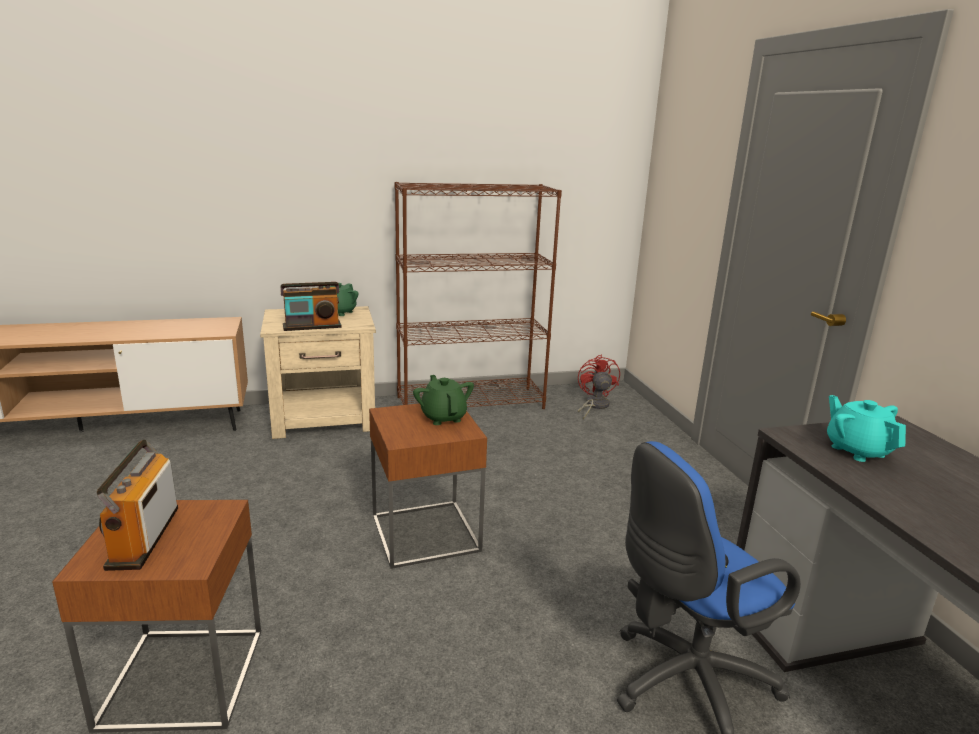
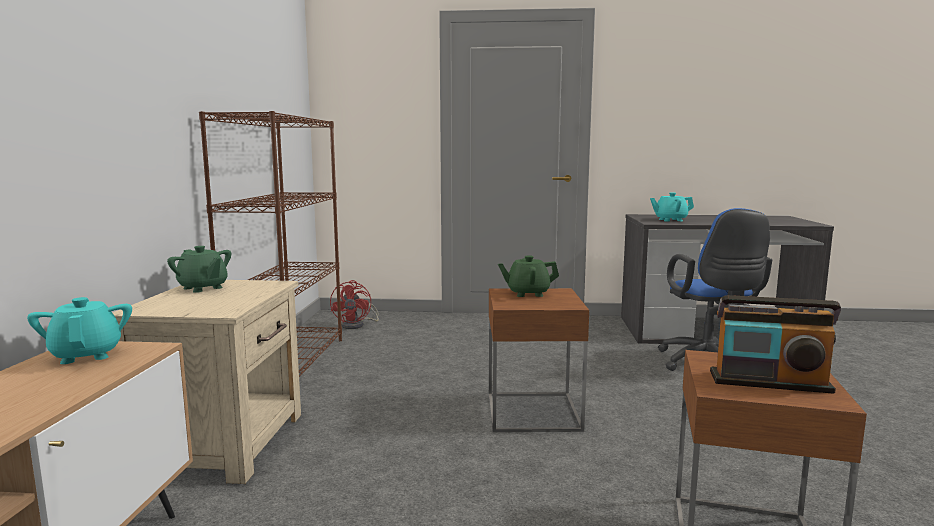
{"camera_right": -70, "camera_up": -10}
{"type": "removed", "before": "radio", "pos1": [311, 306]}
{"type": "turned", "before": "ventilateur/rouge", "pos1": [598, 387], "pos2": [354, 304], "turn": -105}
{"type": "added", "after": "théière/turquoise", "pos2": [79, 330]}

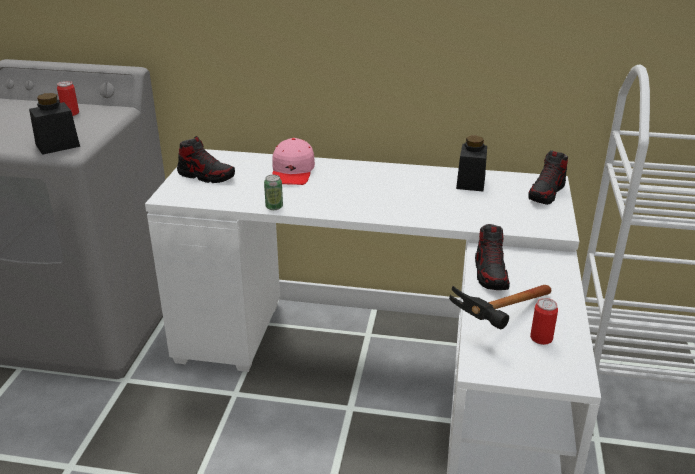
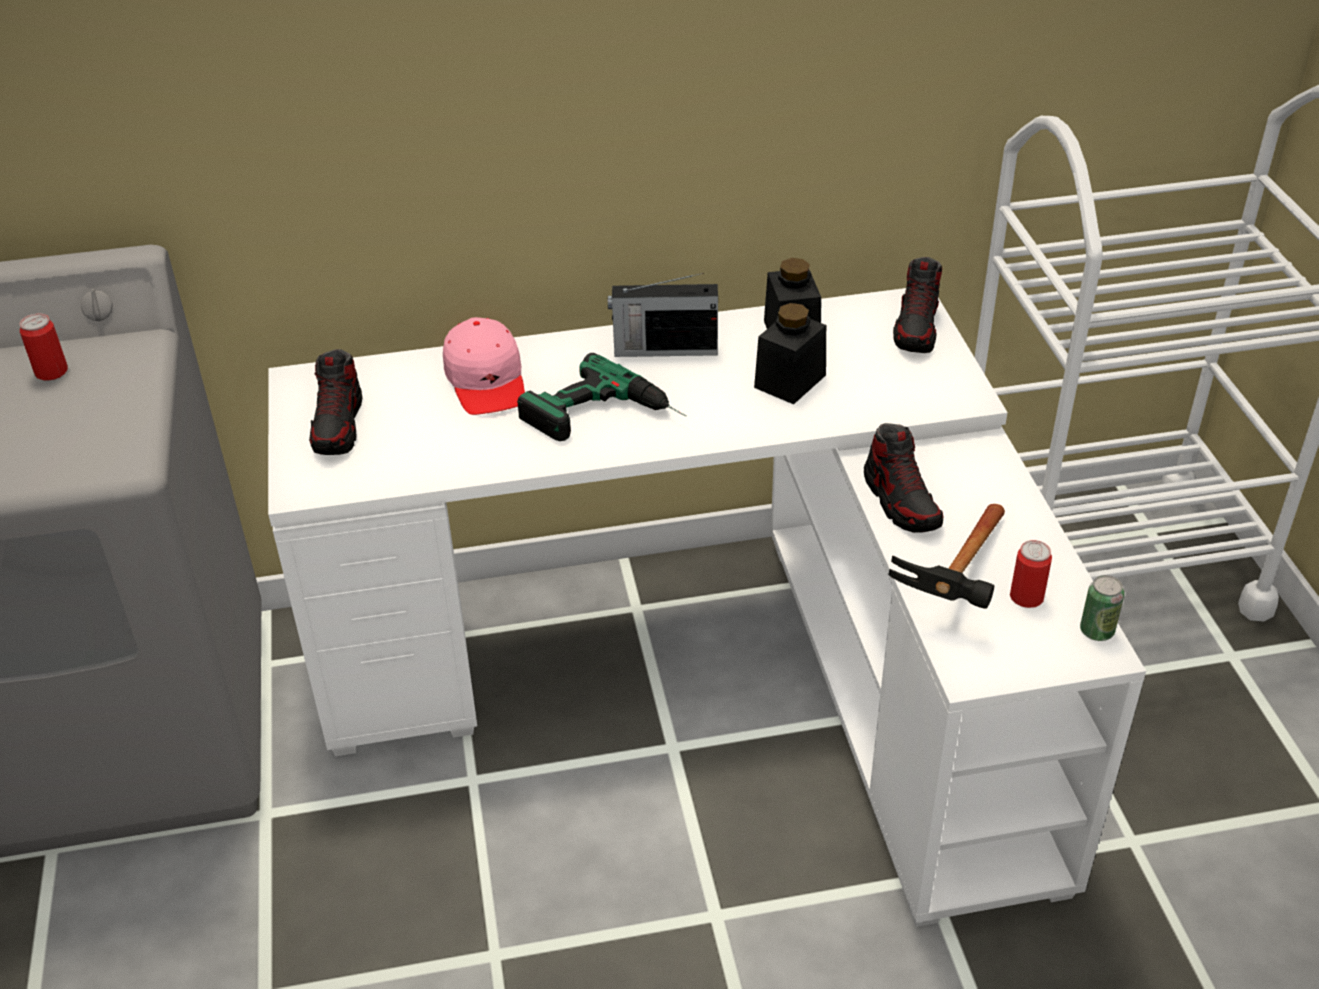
{"camera_right": -20, "camera_up": 10}
{"type": "moved", "before": "bocal/noir", "pos1": [54, 124], "pos2": [790, 353]}
{"type": "turned", "before": "chaussure", "pos1": [206, 159], "pos2": [335, 402], "turn": 90}
{"type": "moved", "before": "boîte métallique", "pos1": [273, 192], "pos2": [1102, 608]}
{"type": "added", "after": "radio", "pos2": [663, 315]}
{"type": "added", "after": "perceuse", "pos2": [601, 397]}

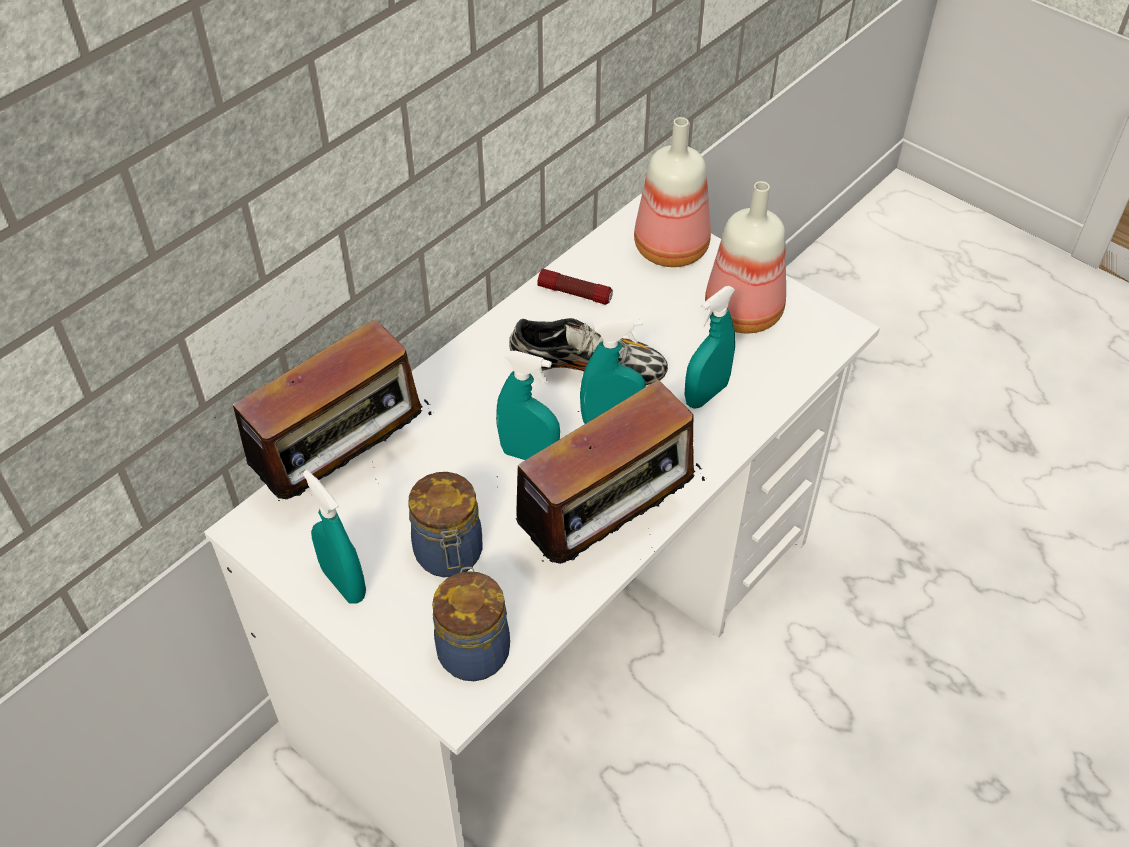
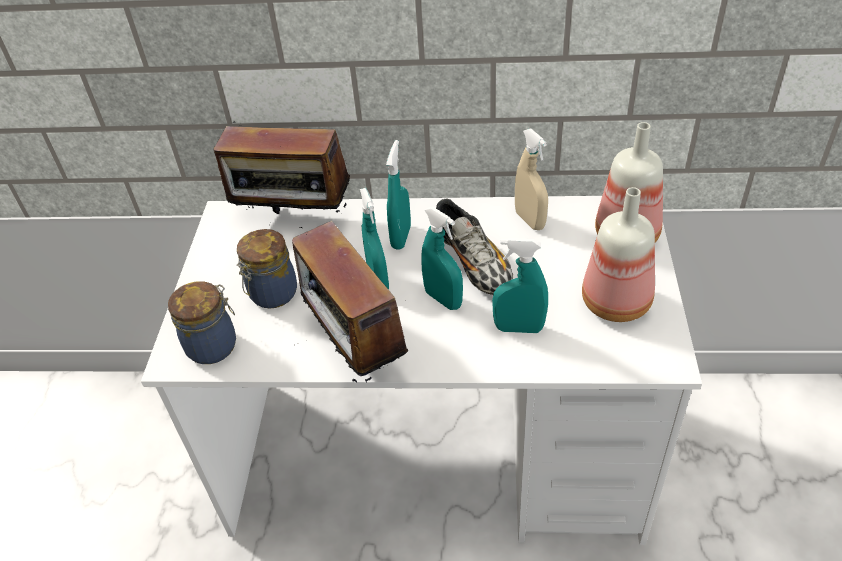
{"camera_right": 55, "camera_up": -5}
{"type": "replaced", "before": "lampe de poche", "after": "vaporisateur/beige", "pos1": [575, 287], "pos2": [531, 179]}
{"type": "turned", "before": "radio", "pos1": [601, 472], "pos2": [350, 303], "turn": 45}
{"type": "moved", "before": "vaporisateur/turquoise", "pos1": [334, 536], "pos2": [398, 195]}

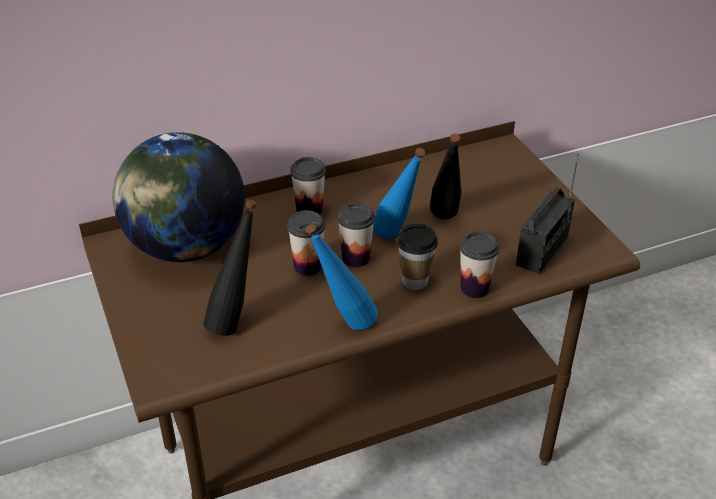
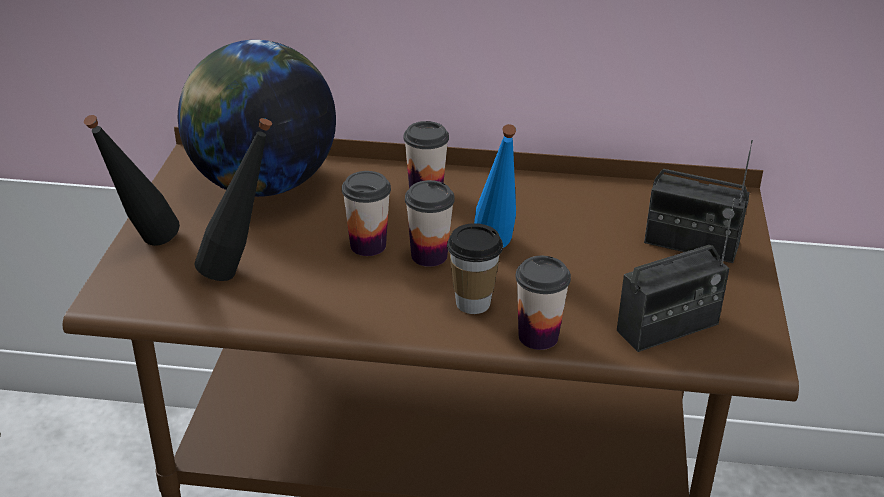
{"camera_right": 30, "camera_up": -5}
{"type": "moved", "before": "bouteille/noir", "pos1": [446, 176], "pos2": [132, 180]}
{"type": "removed", "before": "bouteille/bleu", "pos1": [341, 277]}
{"type": "added", "after": "radio", "pos2": [698, 201]}

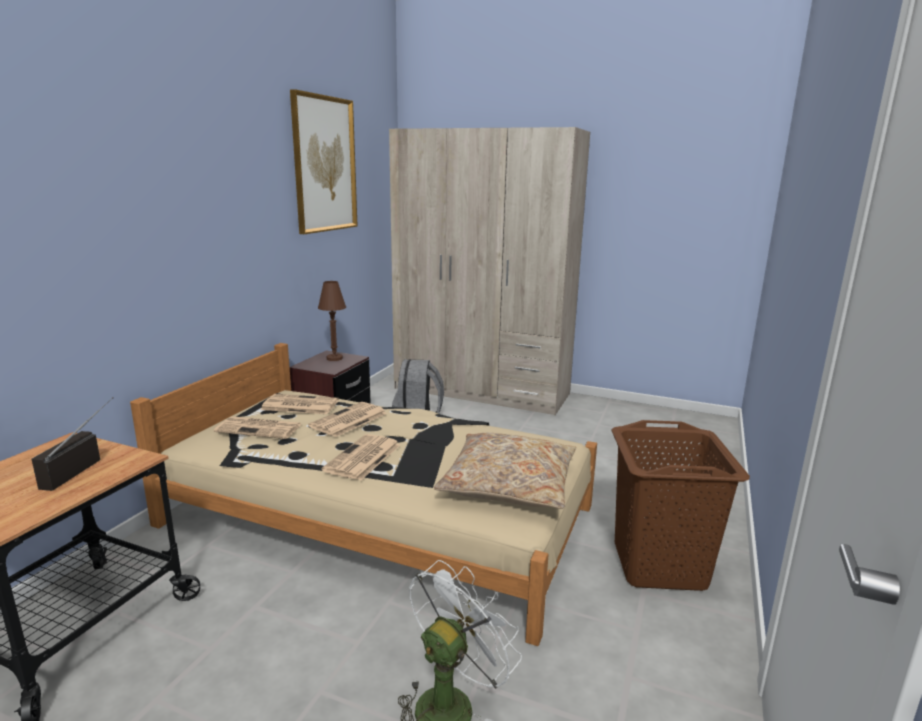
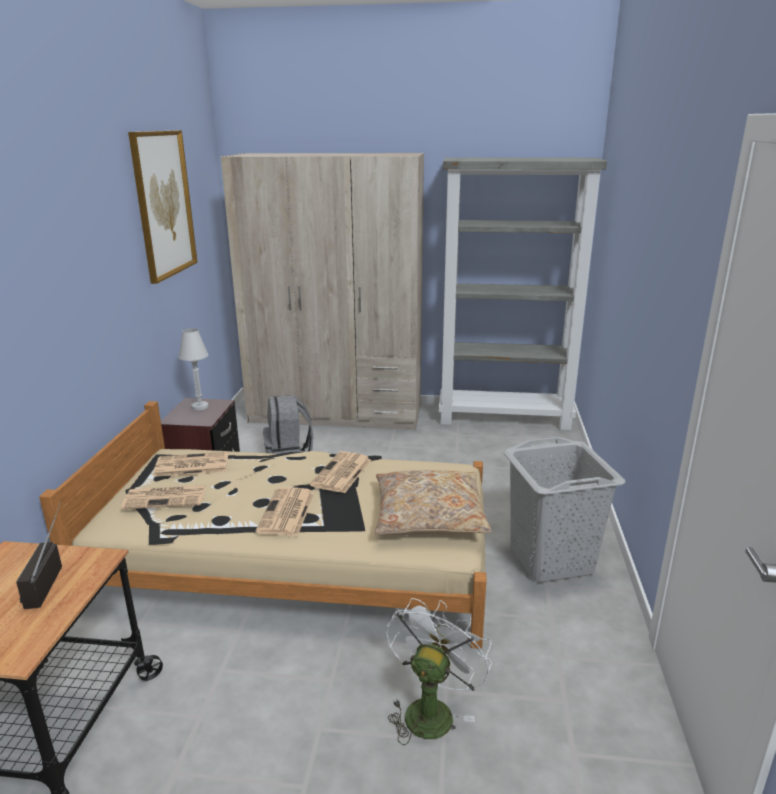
{"camera_right": -15, "camera_up": 5}
{"type": "recoloured", "before": "lampe de table/marron", "after": "lampe de table/blanc", "pos1": [332, 321], "pos2": [193, 369]}
{"type": "moved", "before": "journal", "pos1": [347, 419], "pos2": [340, 472]}
{"type": "recoloured", "before": "panier à linge/marron", "after": "panier à linge/gris", "pos1": [680, 505], "pos2": [564, 510]}
{"type": "added", "after": "bibliothèque/gris", "pos2": [523, 294]}

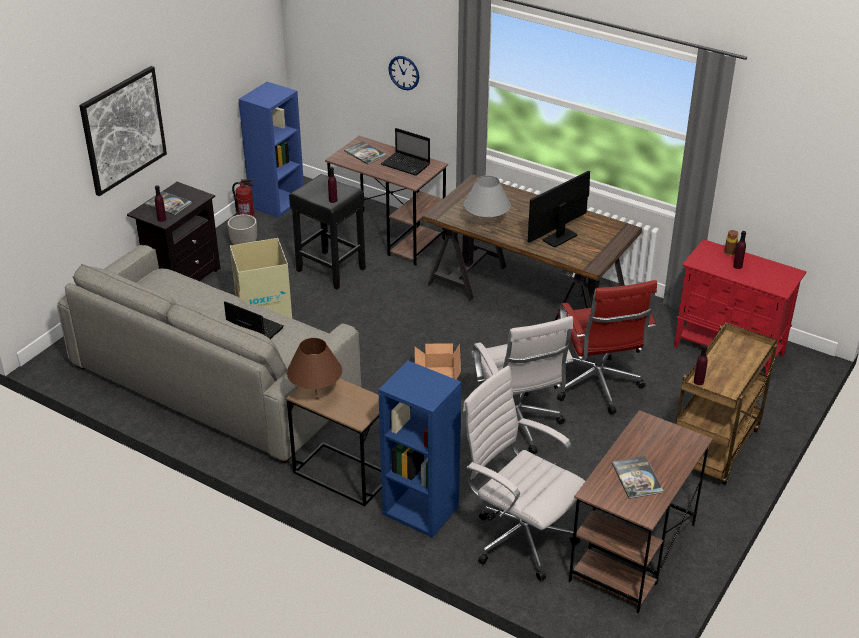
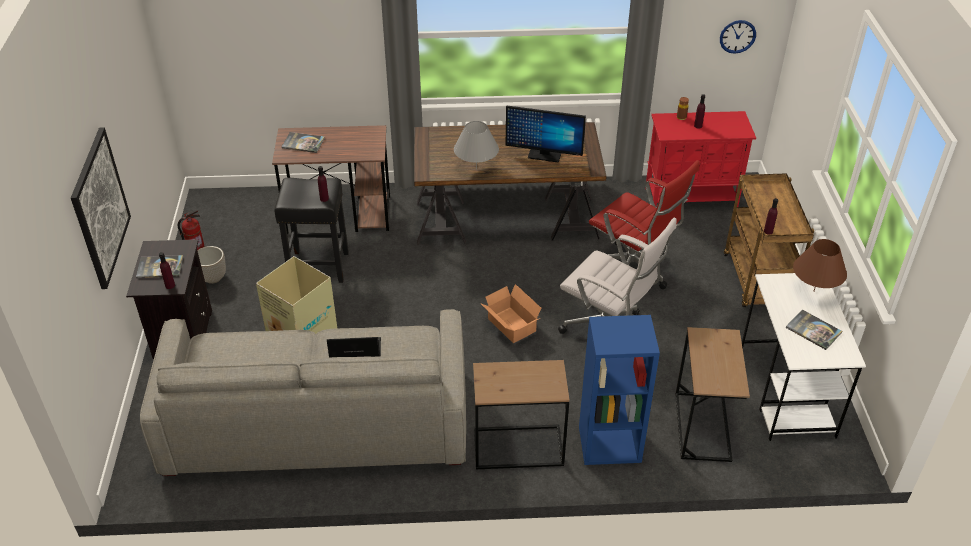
{"camera_right": -35, "camera_up": 5}
{"type": "moved", "before": "horloge murale", "pos1": [403, 73], "pos2": [738, 37]}
{"type": "removed", "before": "bibliothèque/bleu", "pos1": [271, 150]}
{"type": "removed", "before": "ordinateur portable", "pos1": [405, 152]}
{"type": "turned", "before": "écran d'ordinateur", "pos1": [559, 209], "pos2": [545, 134], "turn": -90}
{"type": "moved", "before": "lampe de table/marron", "pos1": [314, 366], "pos2": [820, 265]}
{"type": "replaced", "before": "chaise de bureau/blanc", "after": "table d'appoint/marron", "pos1": [524, 473], "pos2": [712, 394]}
{"type": "recoloured", "before": "bureau/marron", "after": "bureau/blanc", "pos1": [641, 511], "pos2": [804, 357]}

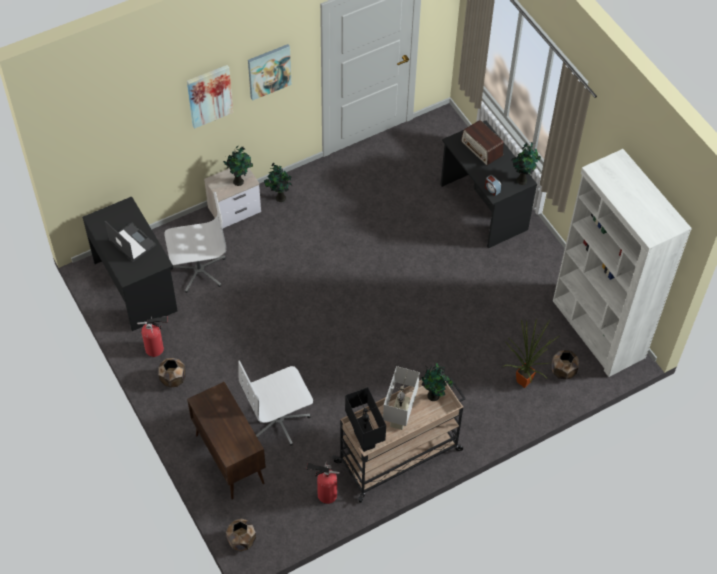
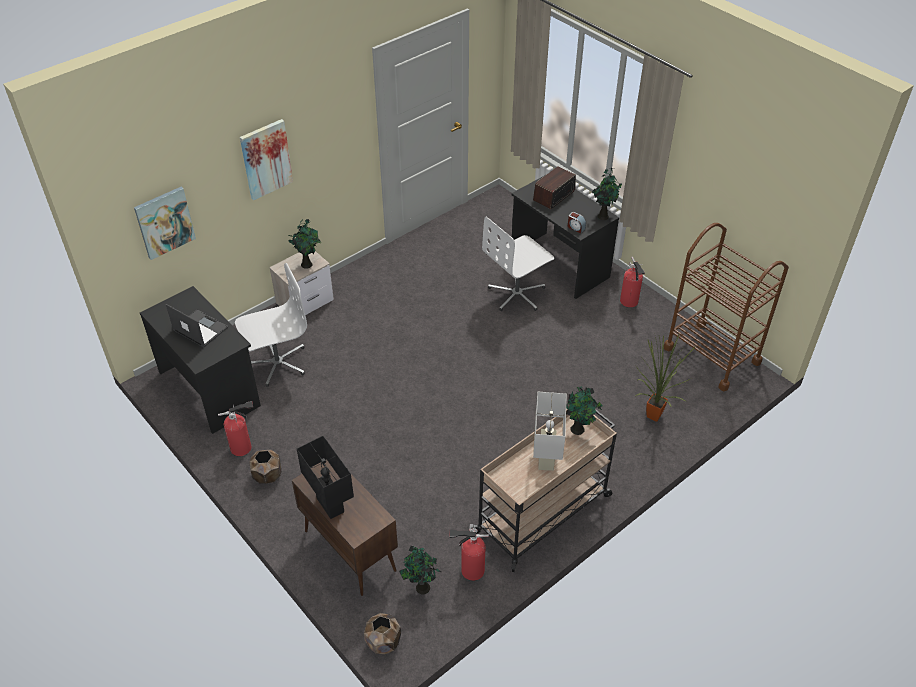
{"camera_right": -10, "camera_up": -10}
{"type": "moved", "before": "tableau", "pos1": [269, 72], "pos2": [165, 223]}
{"type": "turned", "before": "radio", "pos1": [482, 142], "pos2": [554, 187], "turn": 90}
{"type": "replaced", "before": "bibliothèque/blanc", "after": "chariot/marron", "pos1": [622, 263], "pos2": [726, 307]}
{"type": "moved", "before": "plante en pot", "pos1": [278, 182], "pos2": [420, 570]}
{"type": "removed", "before": "cache-pot/marron", "pos1": [565, 365]}
{"type": "moved", "before": "chaise de bureau/blanc", "pos1": [275, 403], "pos2": [518, 263]}
{"type": "moved", "before": "lampe de table/noir", "pos1": [365, 419], "pos2": [325, 477]}
{"type": "added", "after": "extincteur", "pos2": [632, 282]}

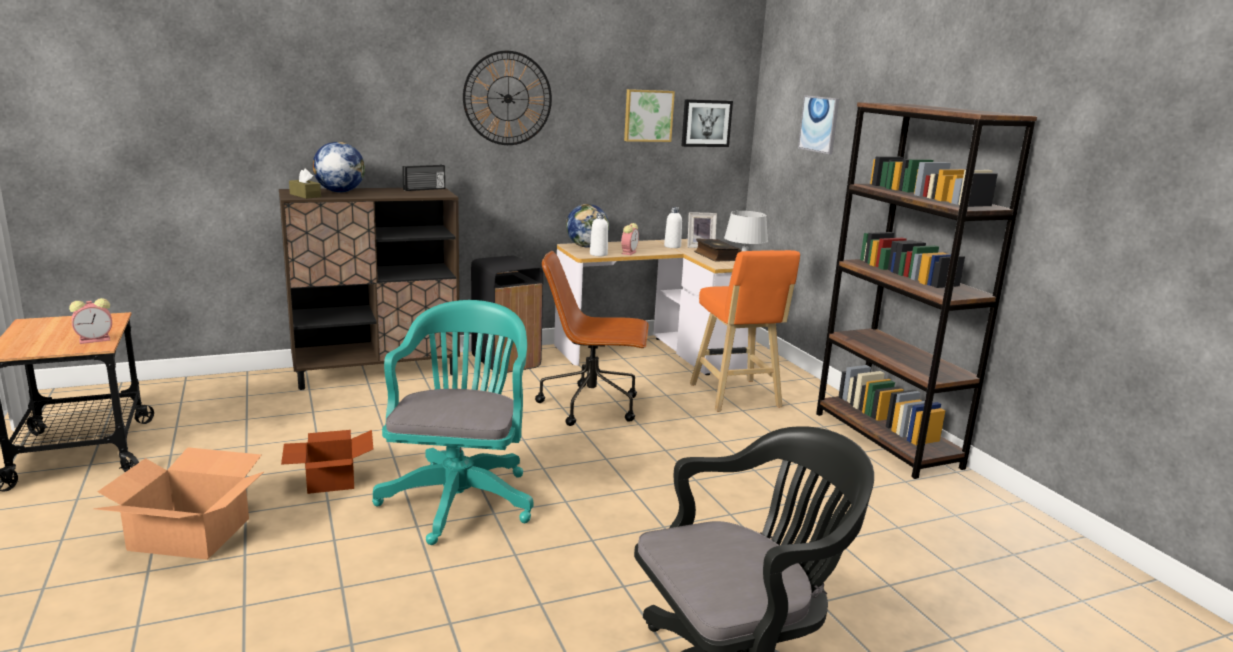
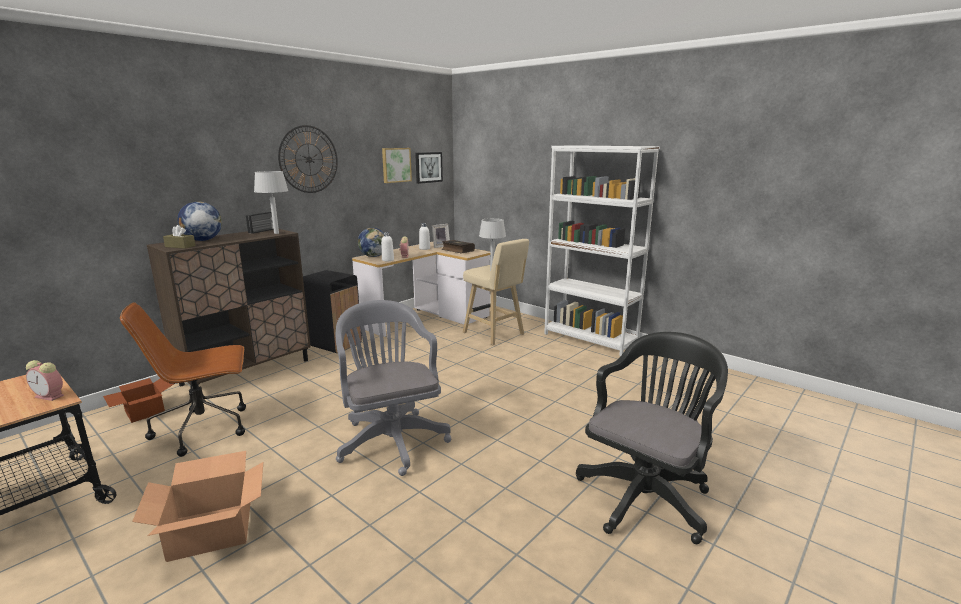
{"camera_right": -25, "camera_up": 0}
{"type": "removed", "before": "tableau", "pos1": [818, 124]}
{"type": "recoloured", "before": "bibliothèque/marron", "after": "bibliothèque/blanc", "pos1": [927, 290], "pos2": [602, 250]}
{"type": "recoloured", "before": "tabouret/orange", "after": "tabouret/beige", "pos1": [745, 331], "pos2": [496, 292]}
{"type": "moved", "before": "chaise de bureau/marron", "pos1": [592, 338], "pos2": [183, 379]}
{"type": "turned", "before": "réveil", "pos1": [90, 321], "pos2": [45, 380], "turn": 75}
{"type": "recoloured", "before": "chaise de bureau/turquoise", "after": "chaise de bureau/gris", "pos1": [453, 422], "pos2": [393, 388]}
{"type": "moved", "before": "carton", "pos1": [327, 462], "pos2": [138, 400]}
{"type": "added", "after": "lampe de table/gris", "pos2": [271, 202]}

